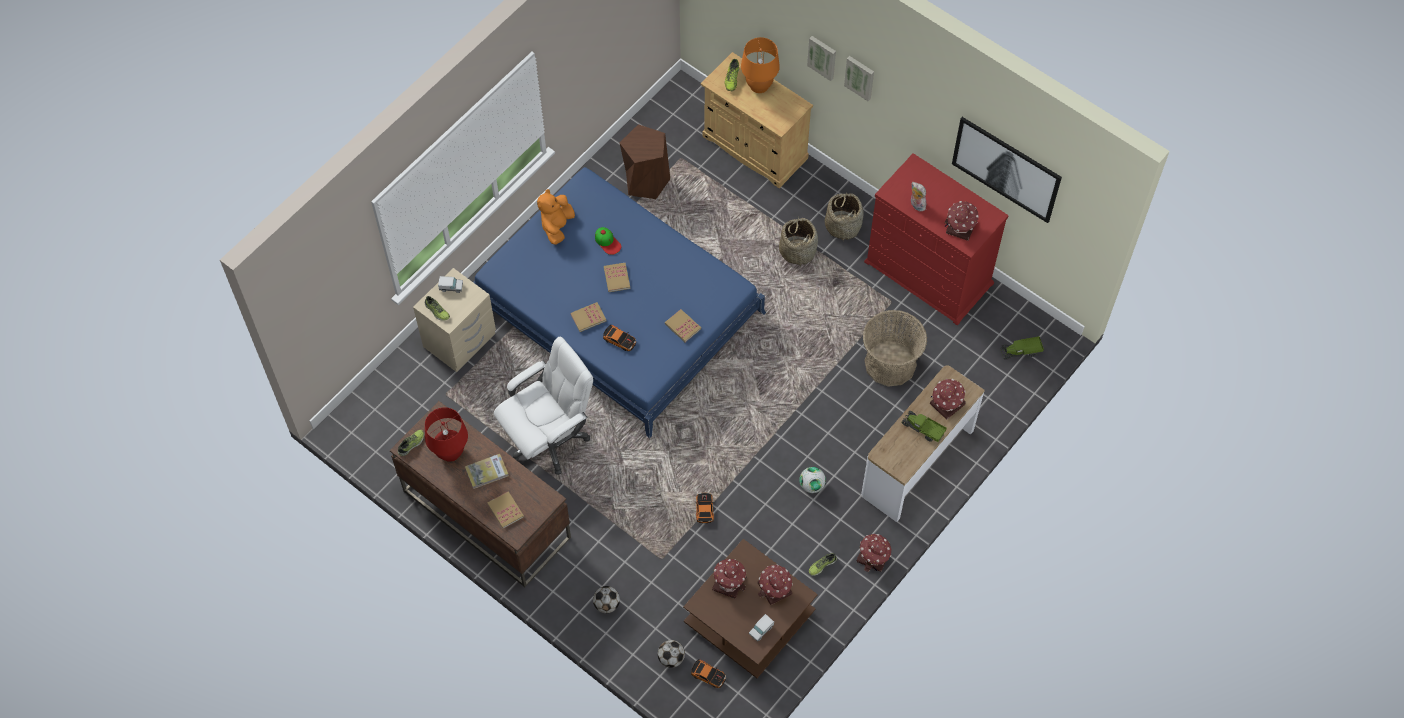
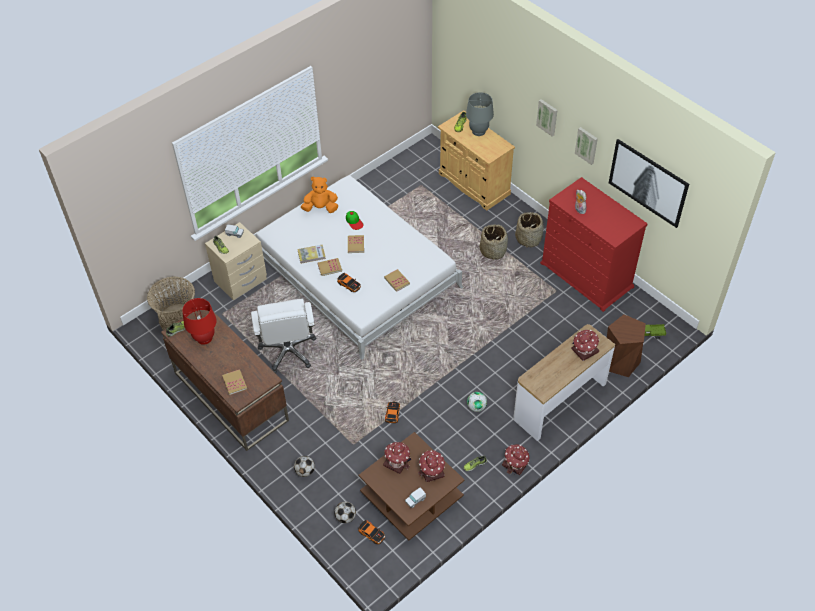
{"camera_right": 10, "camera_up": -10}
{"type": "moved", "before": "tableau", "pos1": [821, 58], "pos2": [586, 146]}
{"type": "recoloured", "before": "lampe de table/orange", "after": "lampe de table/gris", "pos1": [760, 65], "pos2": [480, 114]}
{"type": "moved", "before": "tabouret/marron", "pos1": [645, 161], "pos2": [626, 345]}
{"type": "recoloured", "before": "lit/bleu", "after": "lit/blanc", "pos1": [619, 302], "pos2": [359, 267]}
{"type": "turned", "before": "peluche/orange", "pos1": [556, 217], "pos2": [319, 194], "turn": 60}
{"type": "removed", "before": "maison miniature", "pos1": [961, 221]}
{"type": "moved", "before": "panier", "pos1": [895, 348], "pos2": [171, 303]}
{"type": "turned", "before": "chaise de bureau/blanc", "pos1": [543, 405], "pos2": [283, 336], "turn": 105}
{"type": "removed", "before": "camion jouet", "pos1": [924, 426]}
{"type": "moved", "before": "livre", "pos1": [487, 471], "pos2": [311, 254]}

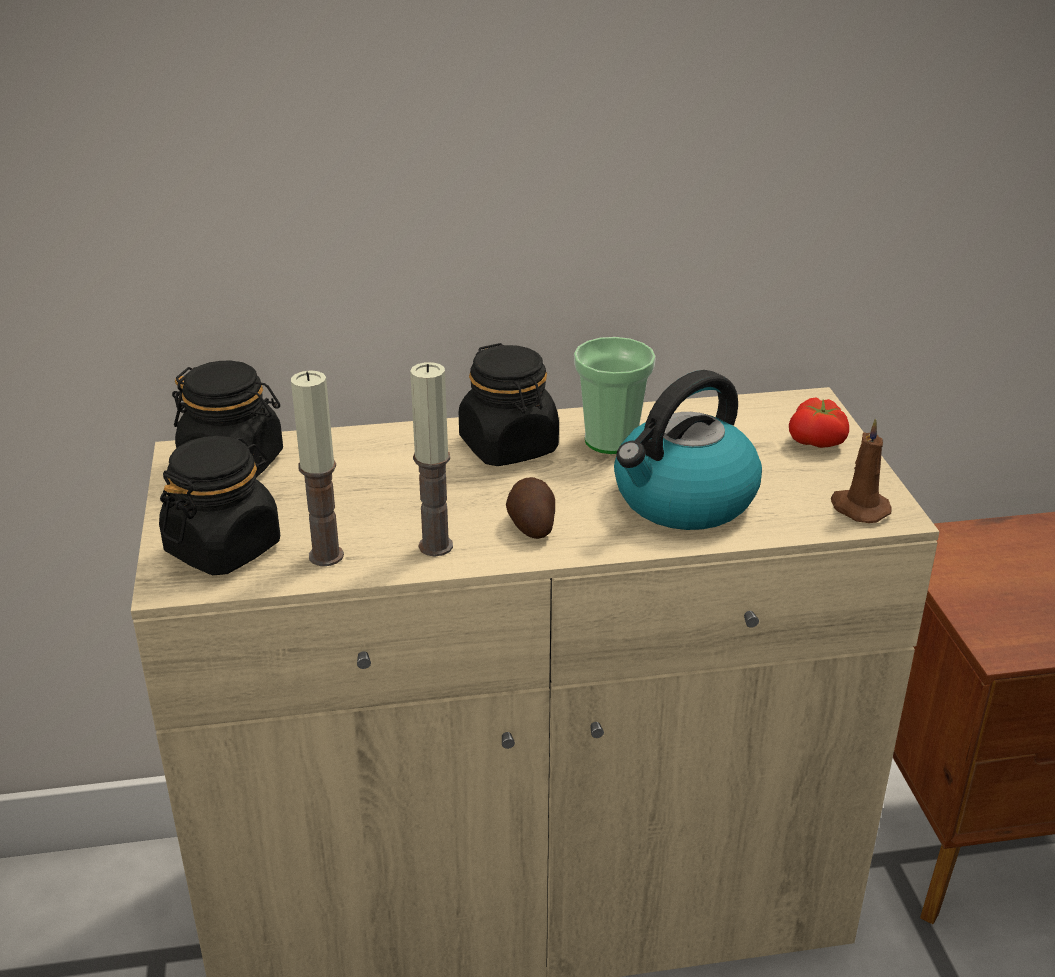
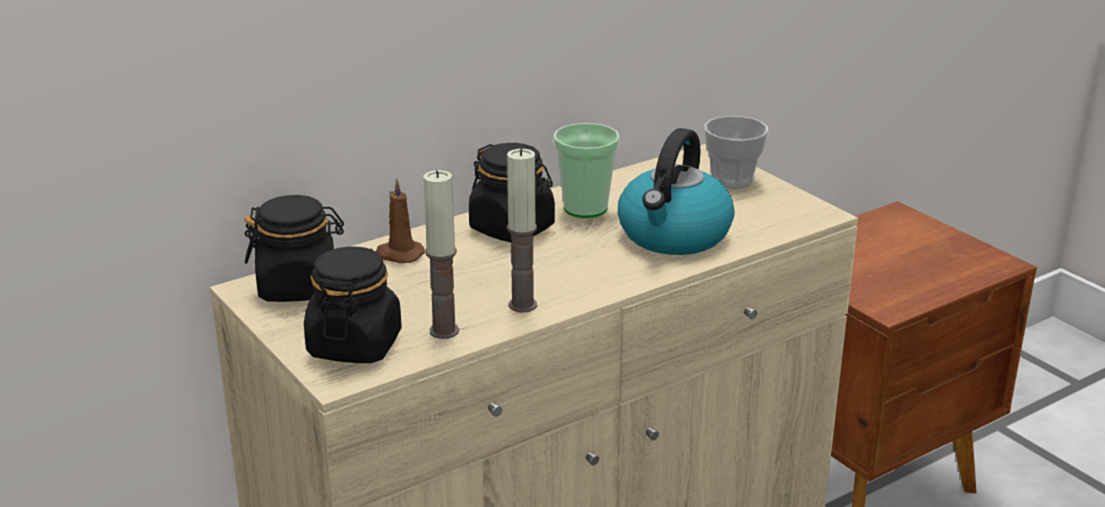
{"camera_right": -25, "camera_up": -5}
{"type": "replaced", "before": "tomate", "after": "tasse", "pos1": [819, 422], "pos2": [736, 152]}
{"type": "moved", "before": "bougie/marron", "pos1": [861, 470], "pos2": [400, 220]}
{"type": "removed", "before": "pomme de terre", "pos1": [530, 508]}

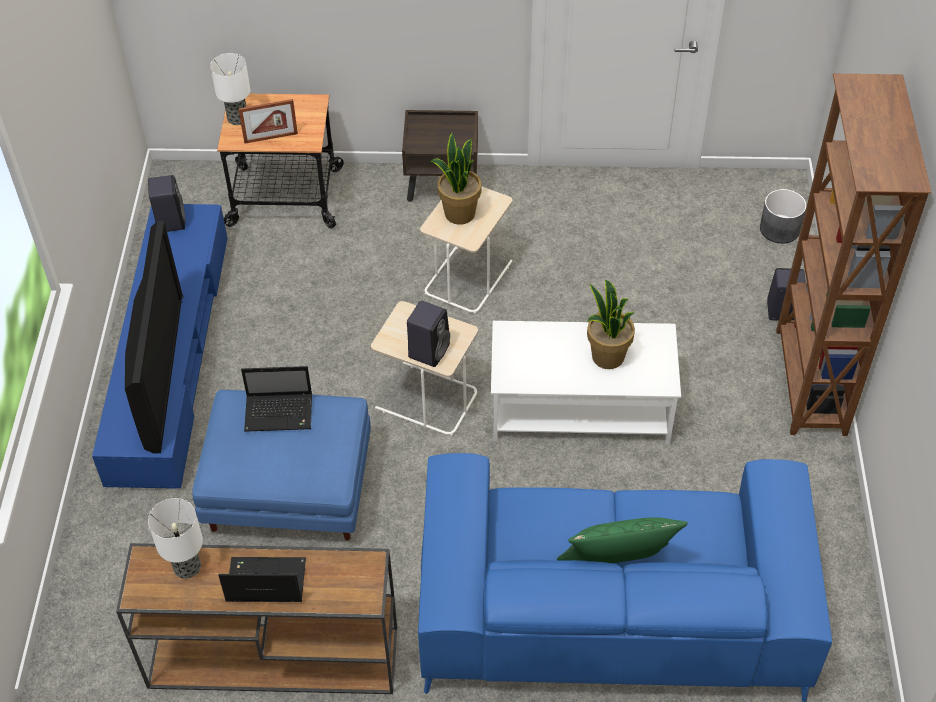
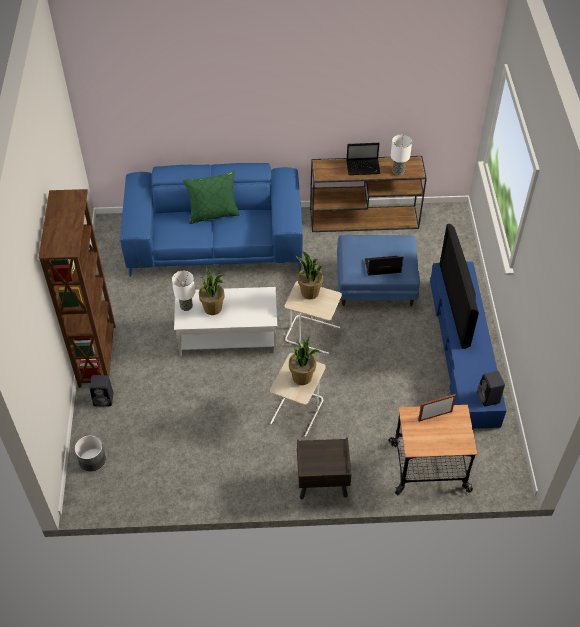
{"camera_right": 175, "camera_up": 0}
{"type": "moved", "before": "lampe de table", "pos1": [230, 89], "pos2": [183, 291]}
{"type": "replaced", "before": "enceinte/noir", "after": "plante en pot", "pos1": [428, 333], "pos2": [309, 275]}

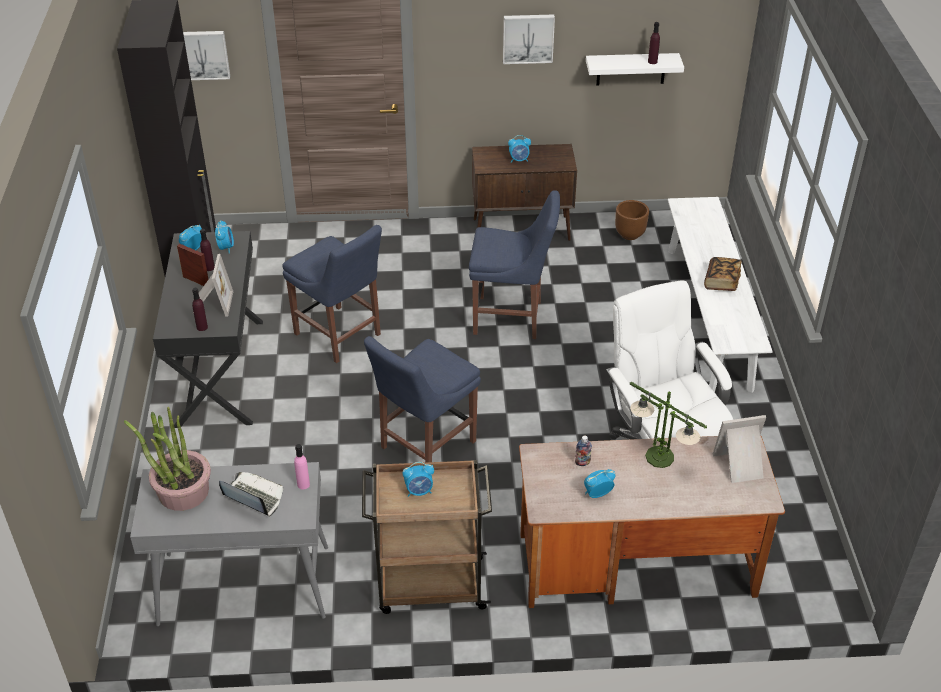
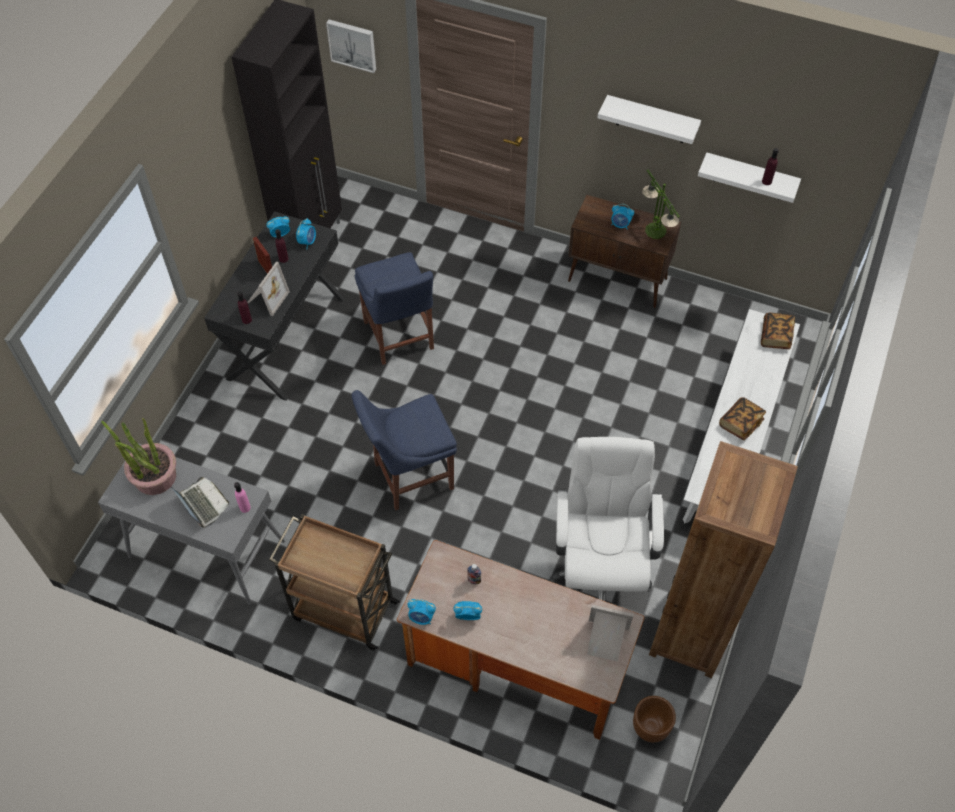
{"camera_right": 25, "camera_up": 15}
{"type": "replaced", "before": "tableau", "after": "étagère/blanc", "pos1": [529, 39], "pos2": [649, 119]}
{"type": "removed", "before": "chaise/bleu", "pos1": [514, 264]}
{"type": "moved", "before": "cache-pot/marron", "pos1": [632, 220], "pos2": [654, 719]}
{"type": "moved", "before": "lampe de table", "pos1": [668, 425], "pos2": [661, 204]}
{"type": "moved", "before": "réveil", "pos1": [418, 479], "pos2": [422, 612]}
{"type": "added", "after": "livre", "pos2": [778, 330]}
{"type": "added", "after": "bibliothèque/marron", "pos2": [723, 559]}

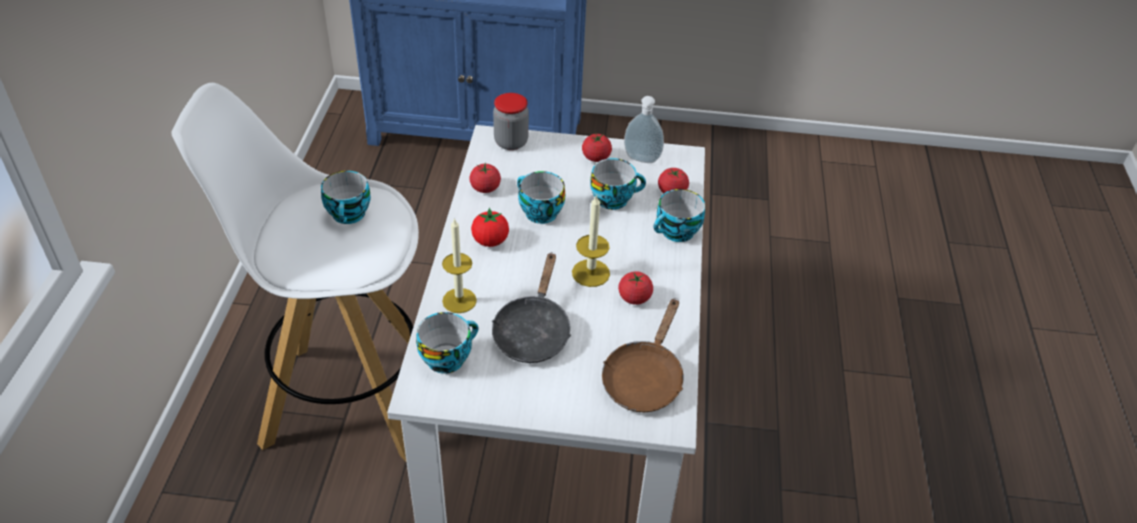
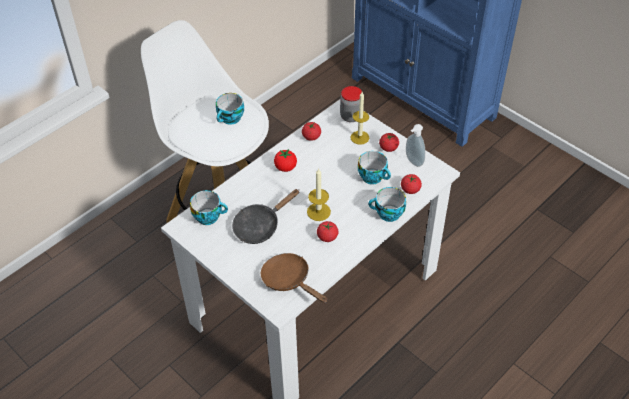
{"camera_right": 40, "camera_up": 5}
{"type": "removed", "before": "tasse", "pos1": [541, 197]}
{"type": "moved", "before": "bougie", "pos1": [459, 265], "pos2": [360, 118]}
{"type": "turned", "before": "poêle/marron", "pos1": [643, 355], "pos2": [294, 278], "turn": 75}

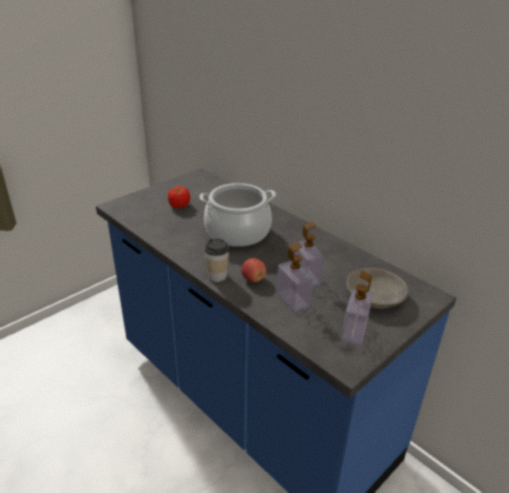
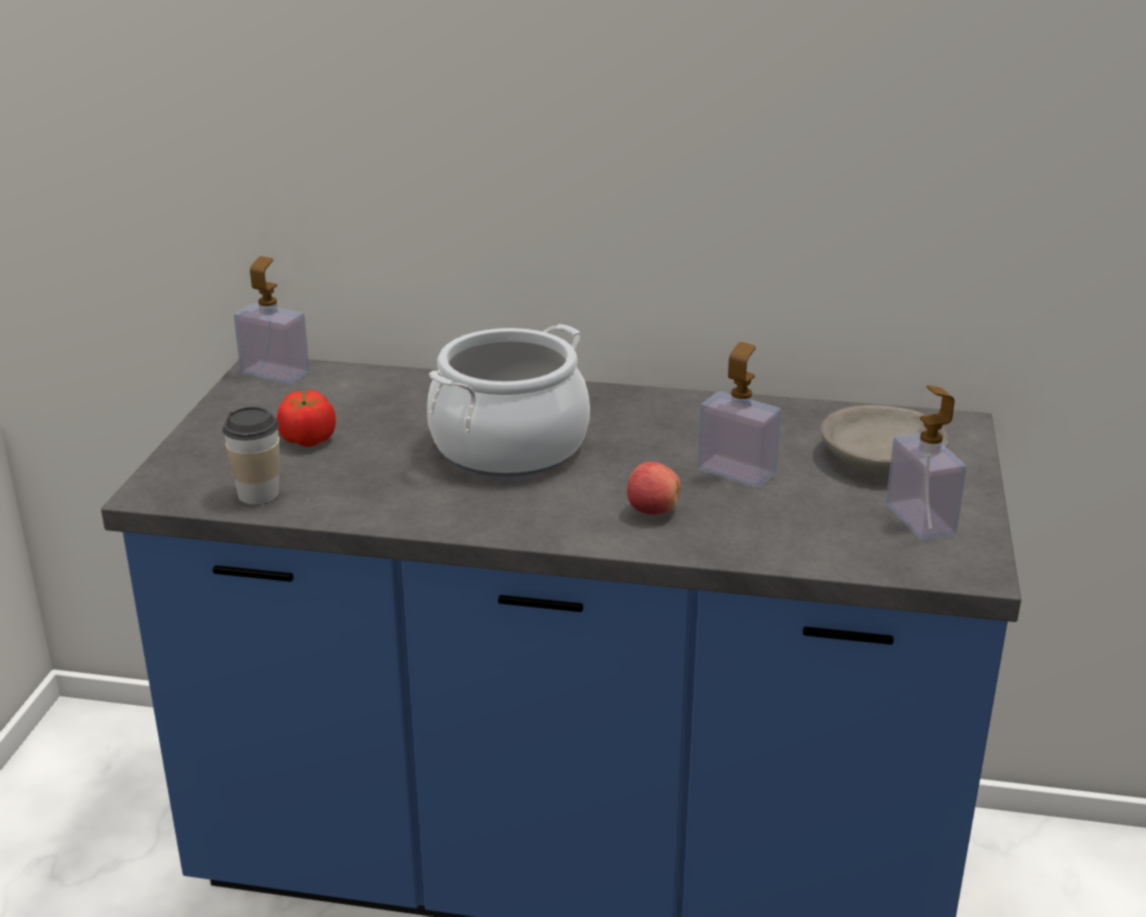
{"camera_right": -35, "camera_up": -5}
{"type": "moved", "before": "tasse", "pos1": [217, 260], "pos2": [251, 456]}
{"type": "moved", "before": "distributeur de savon", "pos1": [294, 277], "pos2": [272, 320]}

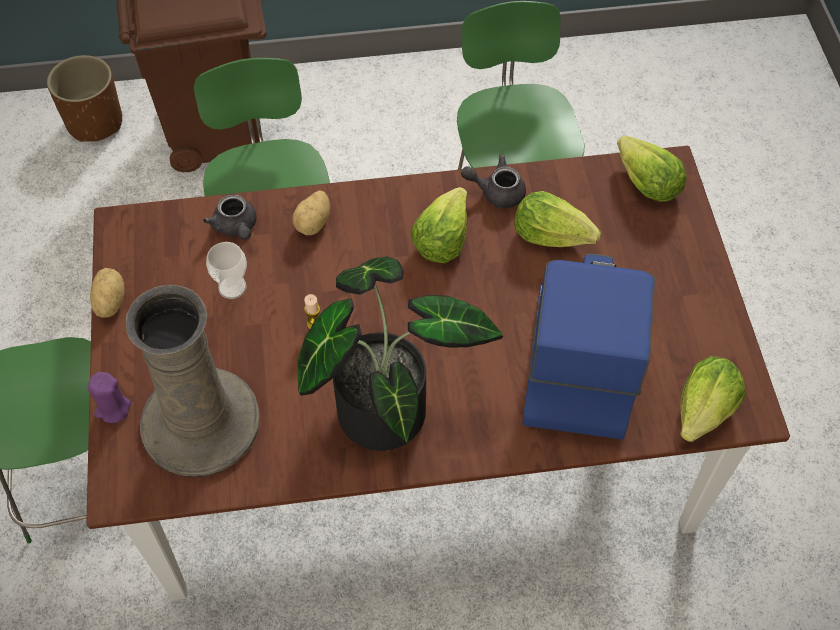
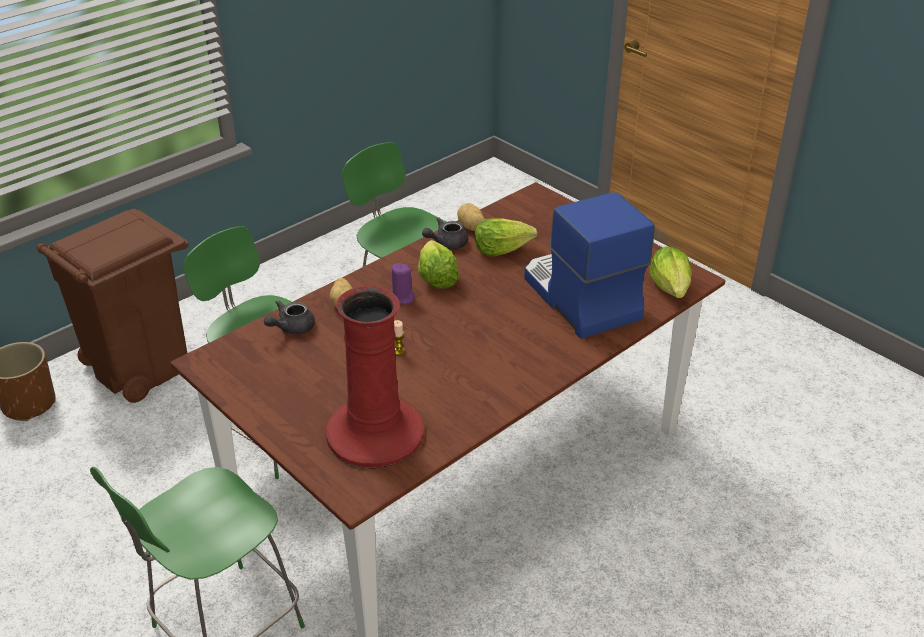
{"camera_right": -35, "camera_up": -20}
{"type": "removed", "before": "laitue", "pos1": [652, 168]}
{"type": "turned", "before": "théière/gris", "pos1": [230, 217], "pos2": [289, 317], "turn": 105}
{"type": "removed", "before": "tasse", "pos1": [226, 270]}
{"type": "removed", "before": "plante en pot", "pos1": [400, 353]}
{"type": "moved", "before": "pomme de terre", "pos1": [107, 293], "pos2": [471, 217]}
{"type": "recoloured", "before": "vase/beige", "after": "vase/rouge", "pos1": [193, 381], "pos2": [375, 377]}
{"type": "moved", "before": "bougie/violet", "pos1": [109, 397], "pos2": [403, 284]}

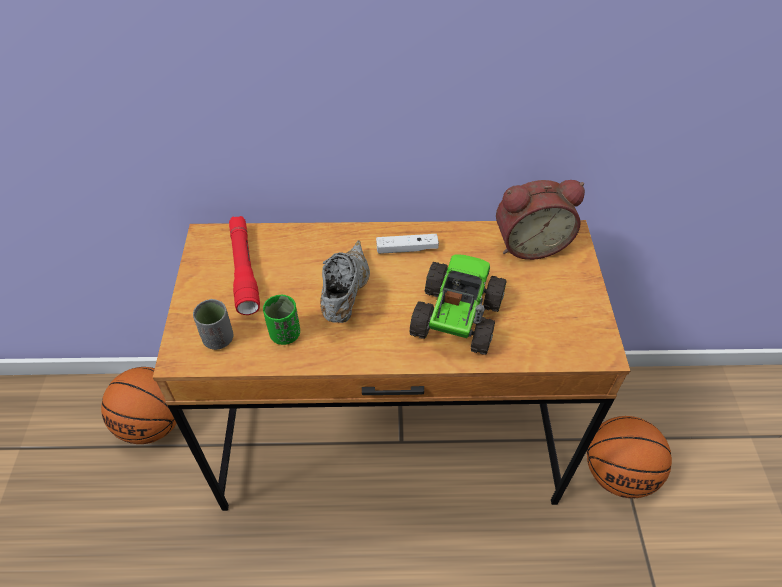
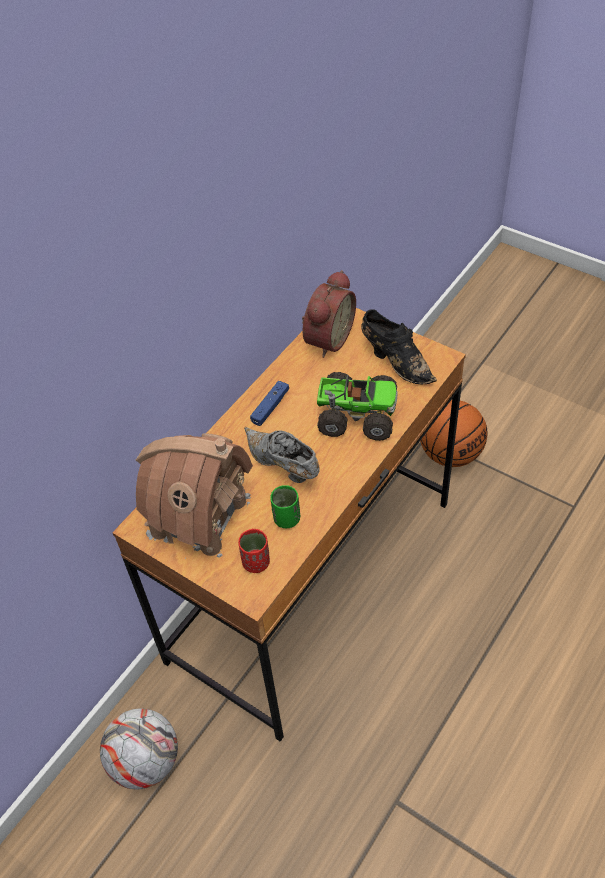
{"camera_right": -50, "camera_up": 0}
{"type": "replaced", "before": "lampe de poche/rouge", "after": "maison miniature", "pos1": [244, 265], "pos2": [194, 496]}
{"type": "recoloured", "before": "manette/blanc", "after": "manette/bleu", "pos1": [407, 244], "pos2": [269, 403]}
{"type": "turned", "before": "camion jouet", "pos1": [458, 304], "pos2": [357, 406], "turn": 135}
{"type": "recoloured", "before": "tasse/gris", "after": "tasse/rouge", "pos1": [213, 324], "pos2": [254, 551]}
{"type": "replaced", "before": "ballon de basket", "after": "ballon de foot", "pos1": [139, 405], "pos2": [139, 748]}
{"type": "added", "after": "chaussure/noir", "pos2": [399, 347]}

